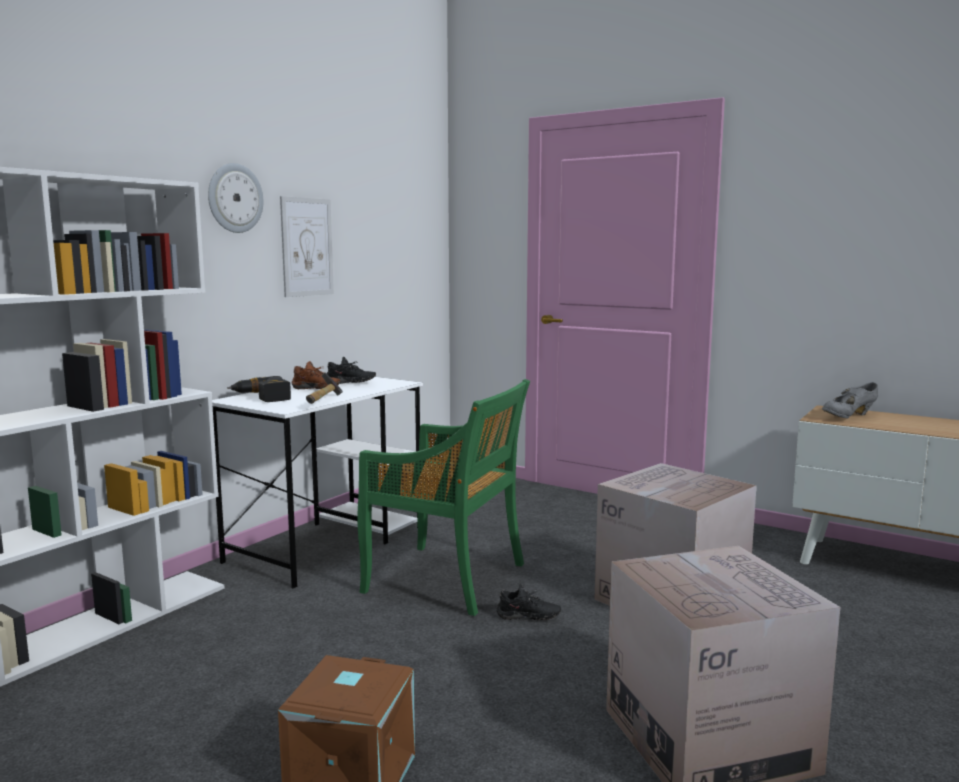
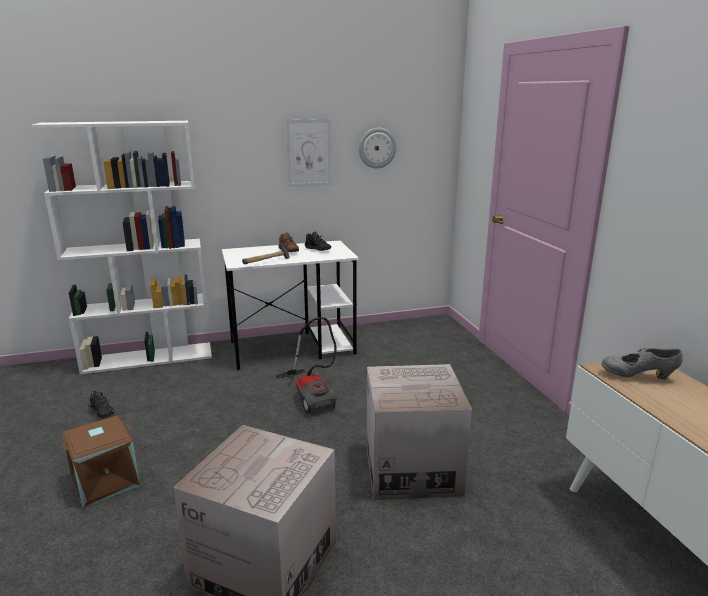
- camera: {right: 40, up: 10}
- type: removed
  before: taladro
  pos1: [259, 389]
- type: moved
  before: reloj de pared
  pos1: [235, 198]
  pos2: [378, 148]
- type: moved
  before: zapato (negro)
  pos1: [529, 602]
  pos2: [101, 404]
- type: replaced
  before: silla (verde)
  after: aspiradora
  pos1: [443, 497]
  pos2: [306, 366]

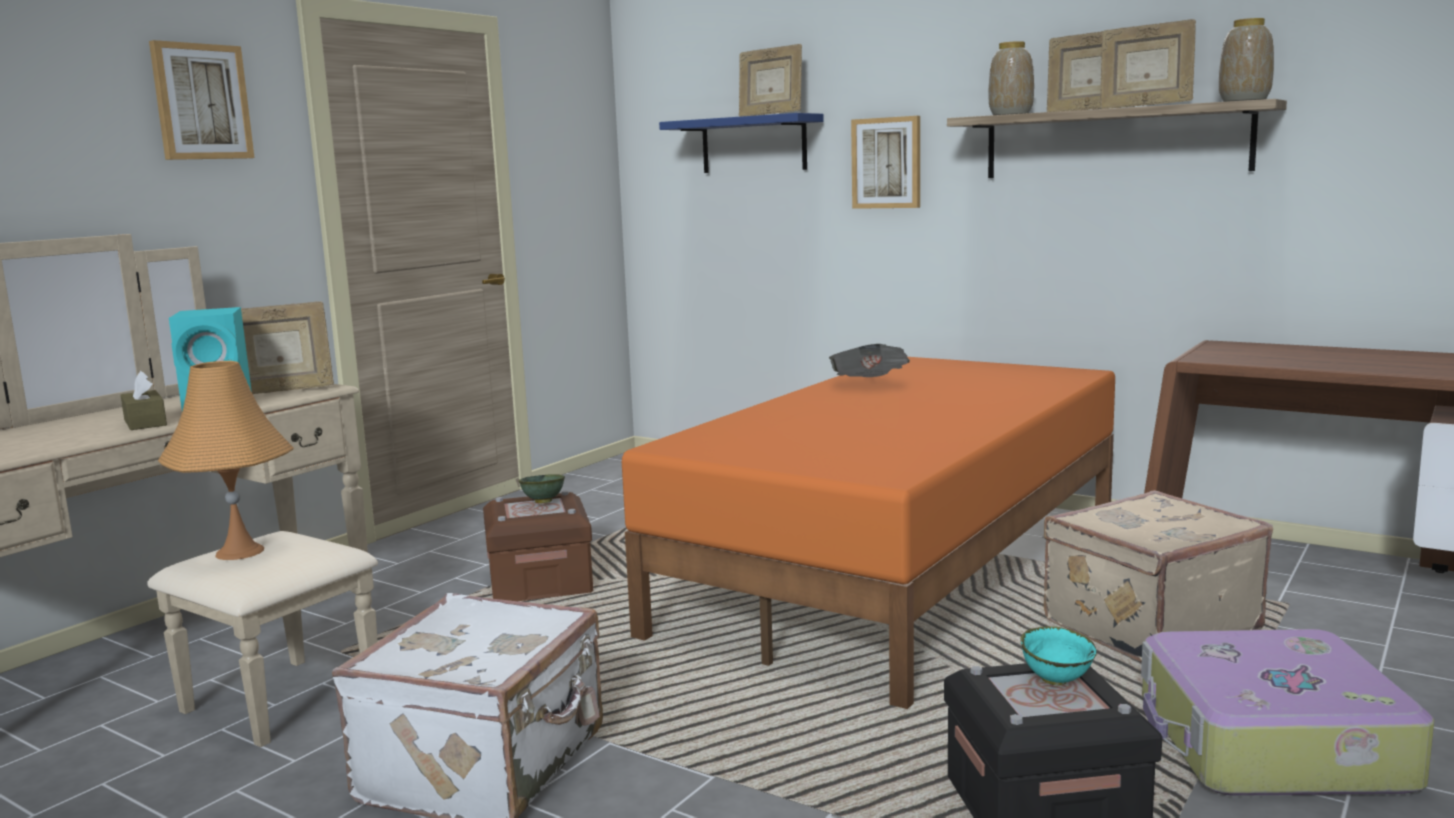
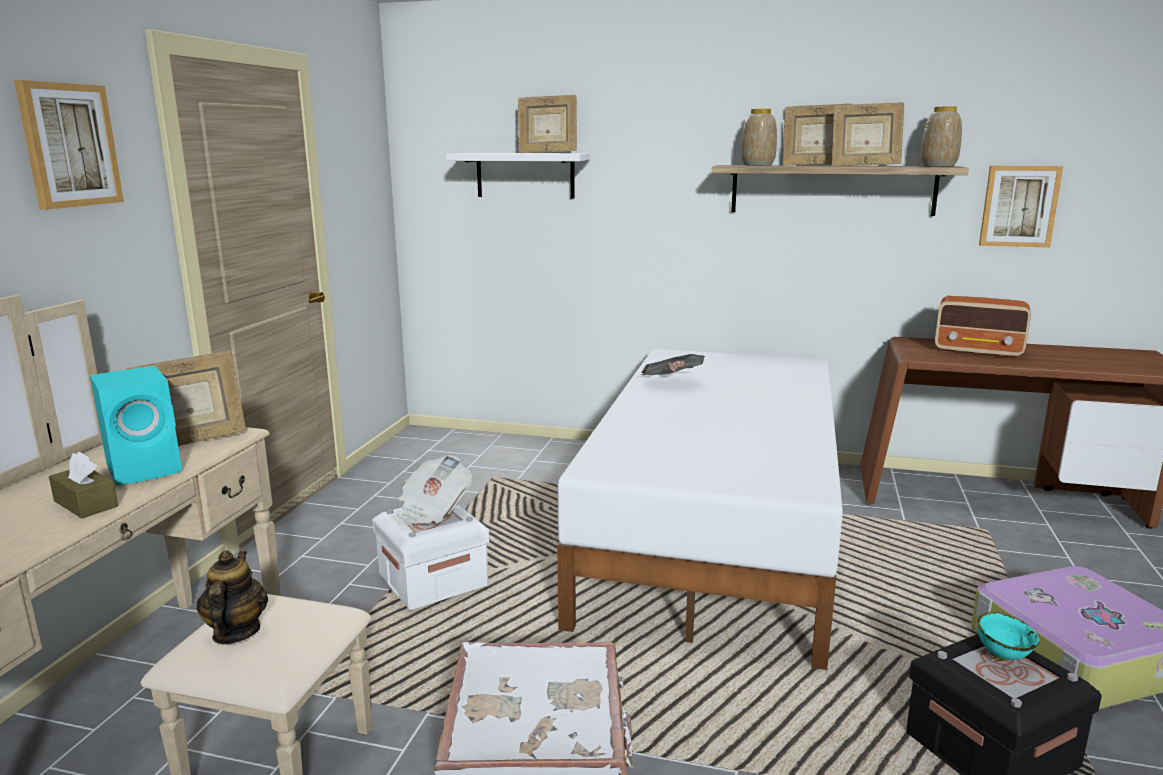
- camera: {right: -20, up: 5}
- type: removed
  before: maleta (beis)
  pos1: [1158, 576]
- type: added
  after: radio
  pos2: [983, 327]
- type: moved
  before: cuadro
  pos1: [885, 162]
  pos2: [1021, 207]
- type: replaced
  before: lámpara de mesa (naranja)
  after: tetera
  pos1: [226, 460]
  pos2: [232, 597]
- type: replaced
  before: cuenco (verde)
  after: periódico
  pos1: [541, 488]
  pos2: [434, 490]
- type: recoloured
  before: caja de almacenaje (marrón)
  after: caja de almacenaje (blanco)
  pos1: [538, 545]
  pos2: [431, 556]
- type: recoloured
  before: cama (naranja)
  after: cama (blanco)
  pos1: [868, 533]
  pos2: [700, 509]
- type: recoloured
  before: estante (azul)
  after: estante (blanco)
  pos1: [741, 143]
  pos2: [518, 175]

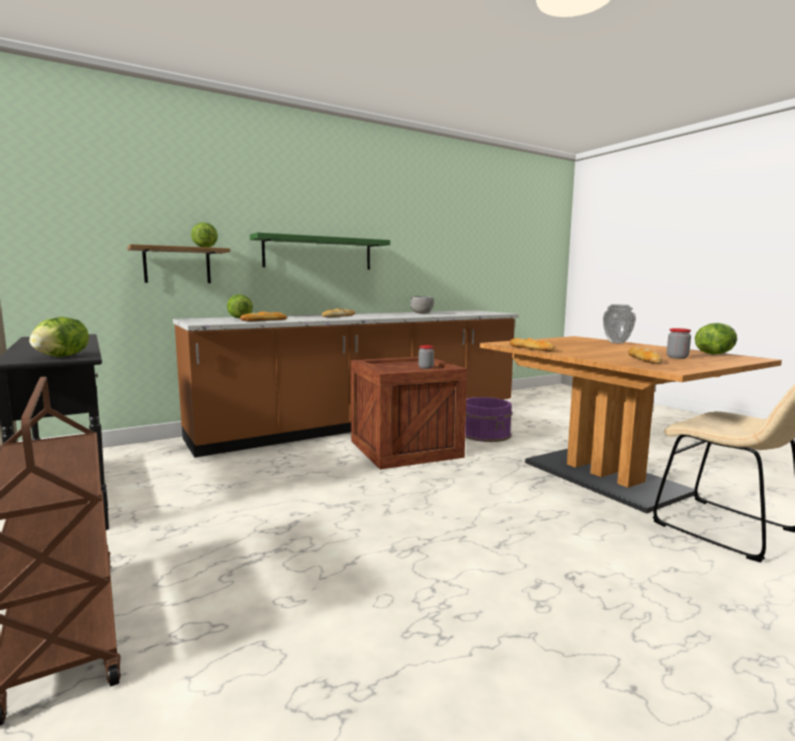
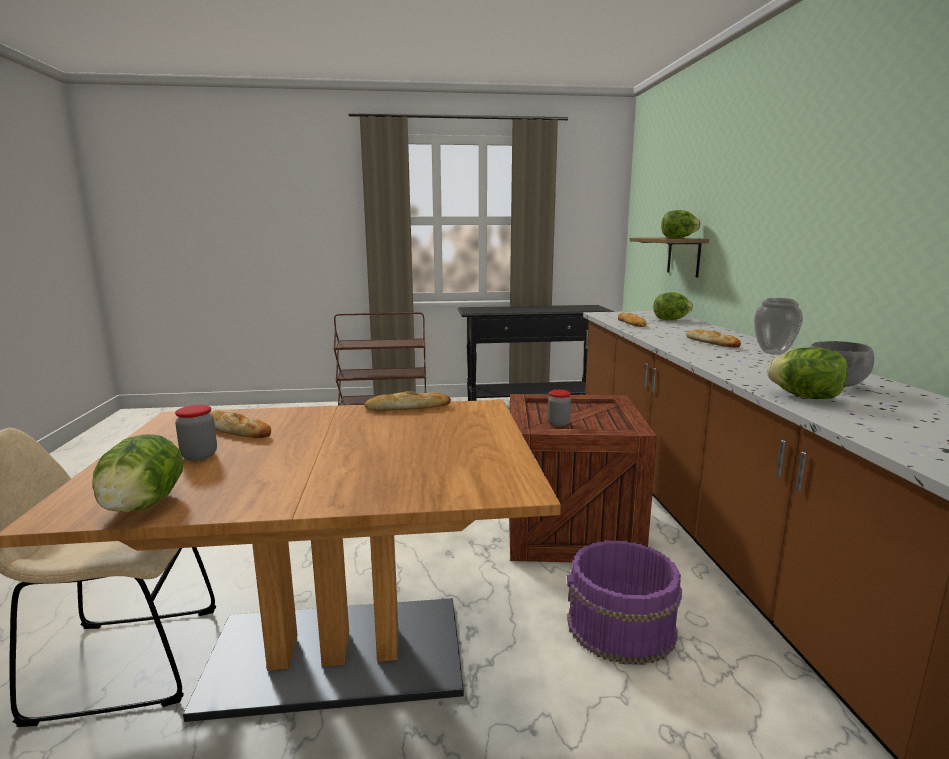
- camera: {right: 115, up: 5}
- type: removed
  before: estante (verde)
  pos1: [320, 251]
- type: moved
  before: lechuga
  pos1: [59, 337]
  pos2: [807, 373]
- type: moved
  before: florero
  pos1: [619, 324]
  pos2: [778, 326]

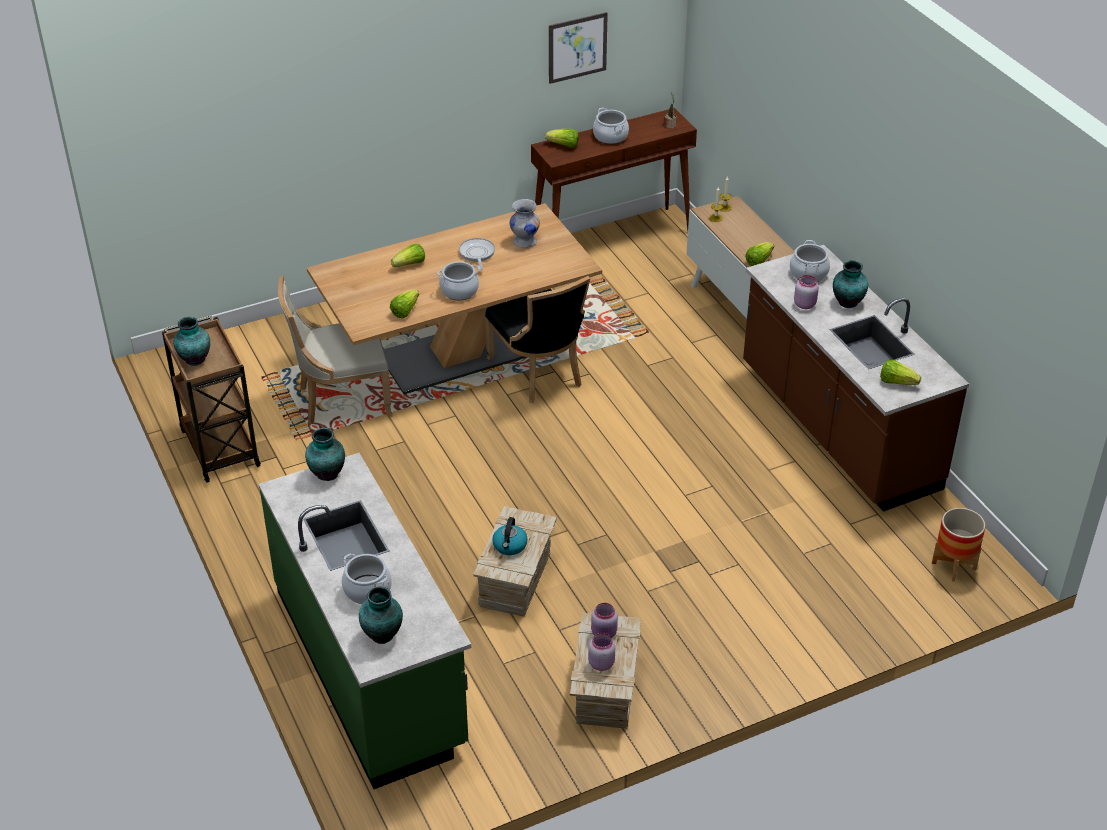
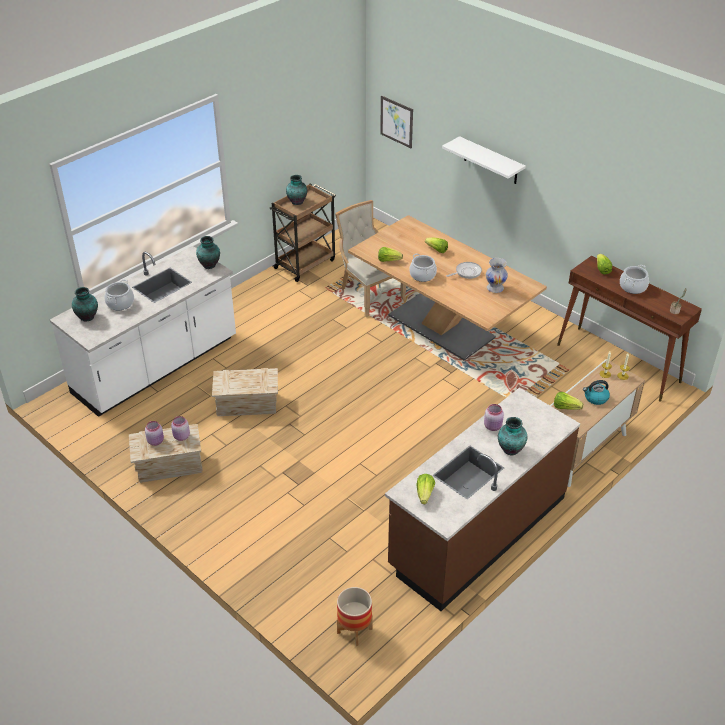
- camera: {right: 70, up: 0}
- type: removed
  before: silla (negro)
  pos1: [537, 339]
- type: removed
  before: olla
  pos1: [810, 261]
- type: added
  after: estante (blanco)
  pos2: [484, 160]
- type: moved
  before: hervidor
  pos1: [510, 536]
  pos2: [596, 392]
- type: moved
  before: cuadro
  pos1: [578, 48]
  pos2: [396, 122]
- type: recoloured
  before: mueble bajo de cocina (verde)
  after: mueble bajo de cocina (blanco)
  pos1: [365, 621]
  pos2: [143, 331]

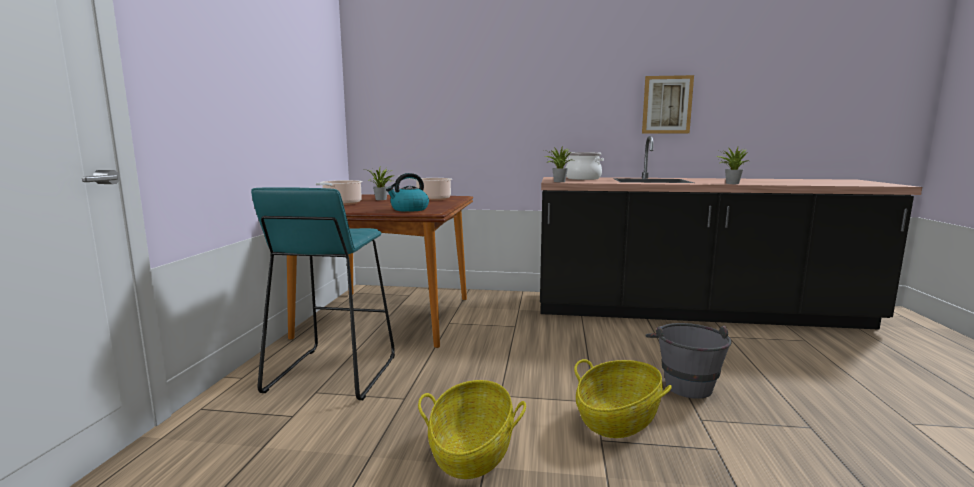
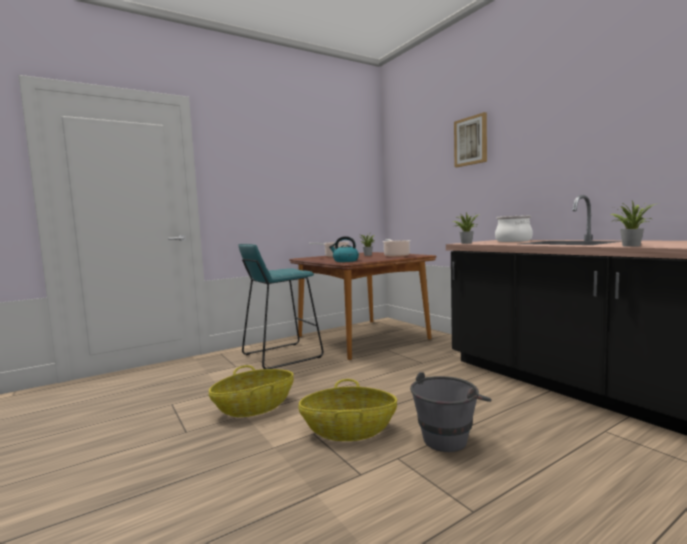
- camera: {right: 50, up: -5}
- type: moved
  before: cuadro
  pos1: [668, 104]
  pos2: [470, 139]

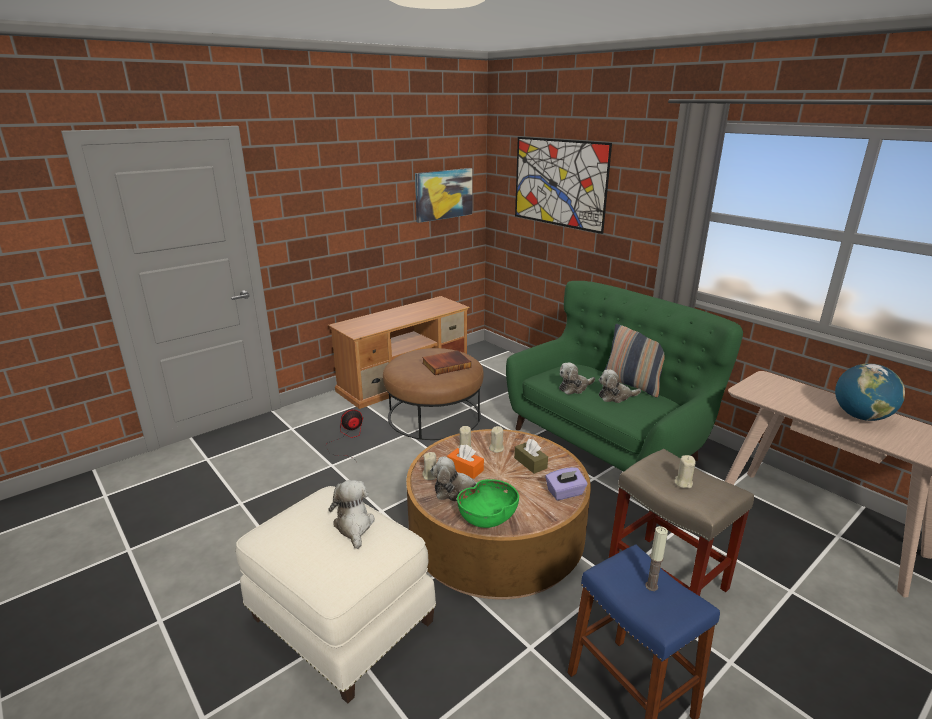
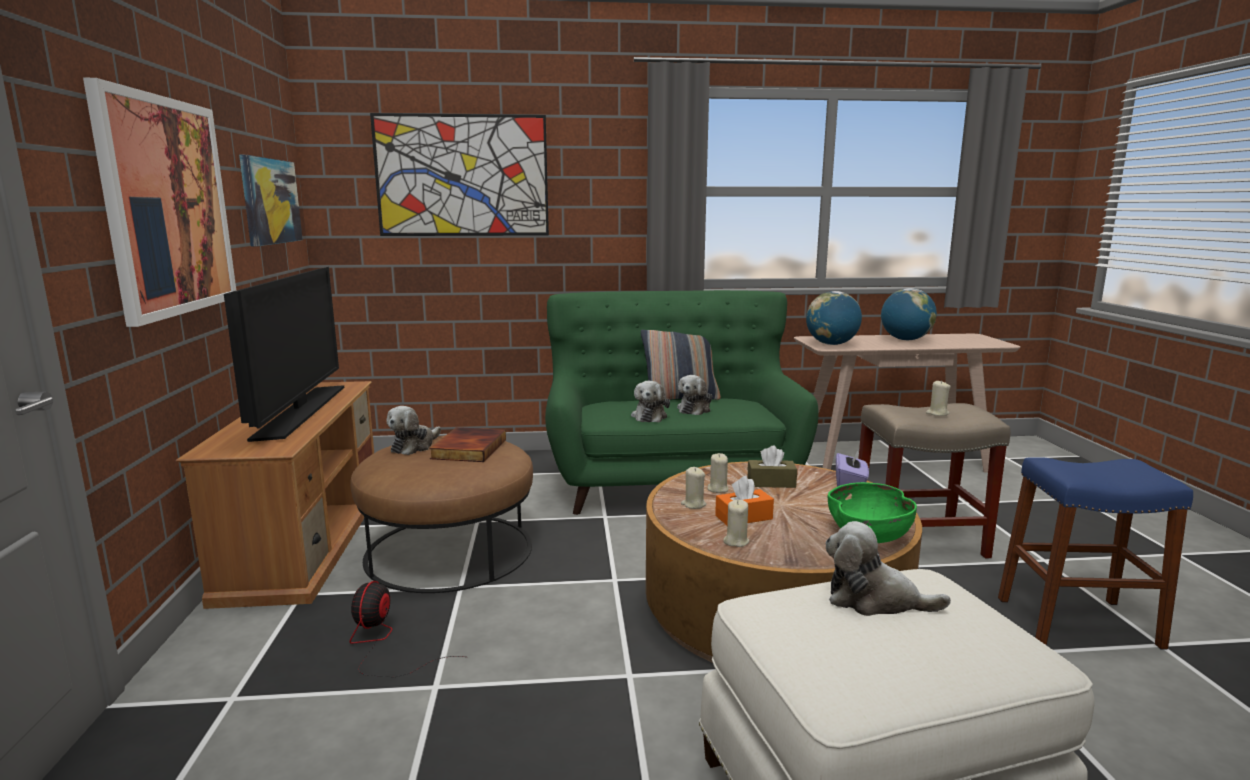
- camera: {right: -55, up: -10}
- type: removed
  before: vela
  pos1: [656, 558]
- type: added
  after: cuadro
  pos2: [159, 202]
- type: added
  after: televisor
  pos2: [284, 354]
- type: added
  after: globo terráqueo
  pos2: [834, 318]
- type: moved
  before: peluche
  pos1: [454, 478]
  pos2: [413, 430]

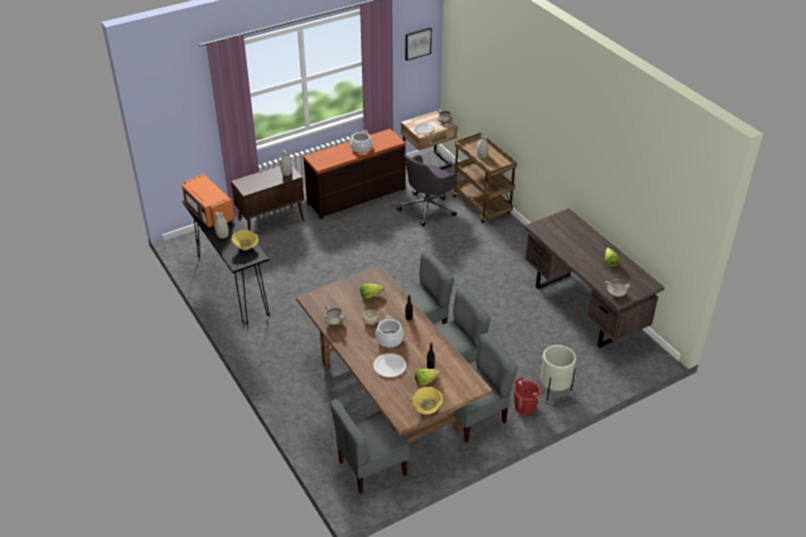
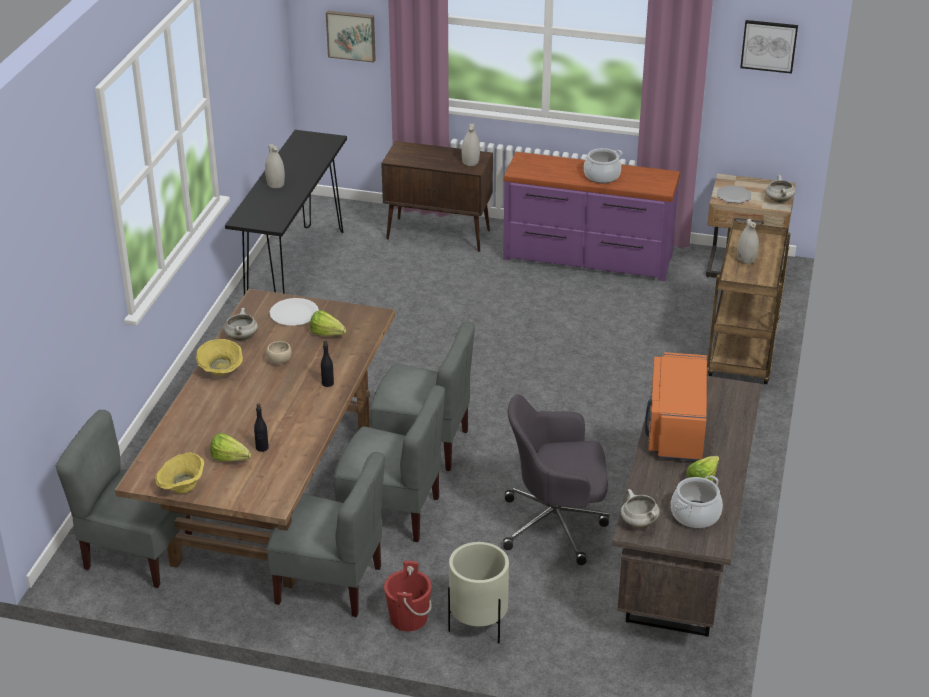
- camera: {right: 45, up: -5}
- type: added
  after: cuadro
  pos2: [351, 36]
- type: moved
  before: microondas (naranja)
  pos1: [208, 201]
  pos2: [676, 406]
- type: moved
  before: cuenco (amarillo)
  pos1: [245, 240]
  pos2: [219, 357]
- type: moved
  before: plato (blanco)
  pos1: [389, 365]
  pos2: [294, 312]
- type: moved
  before: olla
  pos1: [389, 332]
  pos2: [697, 502]
- type: moved
  before: silla de oficina (gris)
  pos1: [426, 190]
  pos2: [556, 479]
- type: recoloured
  before: cómoda (marrón)
  after: cómoda (morado)
  pos1: [354, 174]
  pos2: [591, 216]

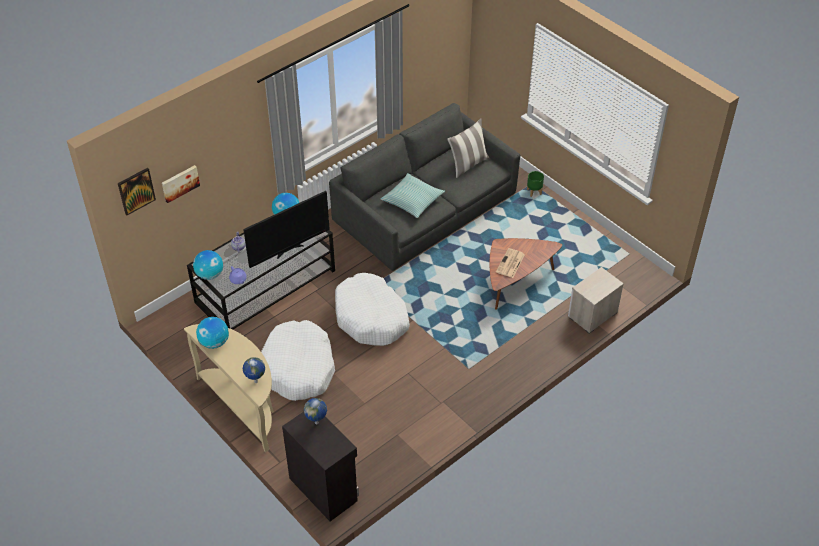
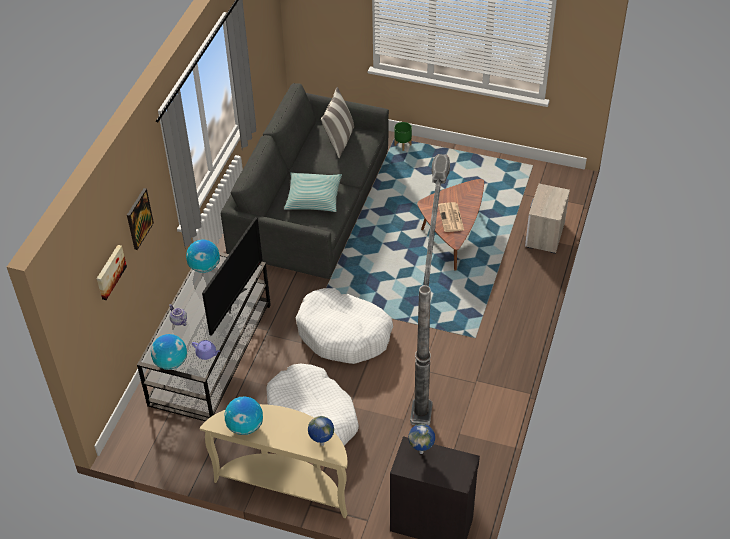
- camera: {right: -30, up: 0}
- type: added
  after: lámpara de pie
  pos2: [430, 290]
- type: moved
  before: cuadro
  pos1: [137, 191]
  pos2: [140, 219]

